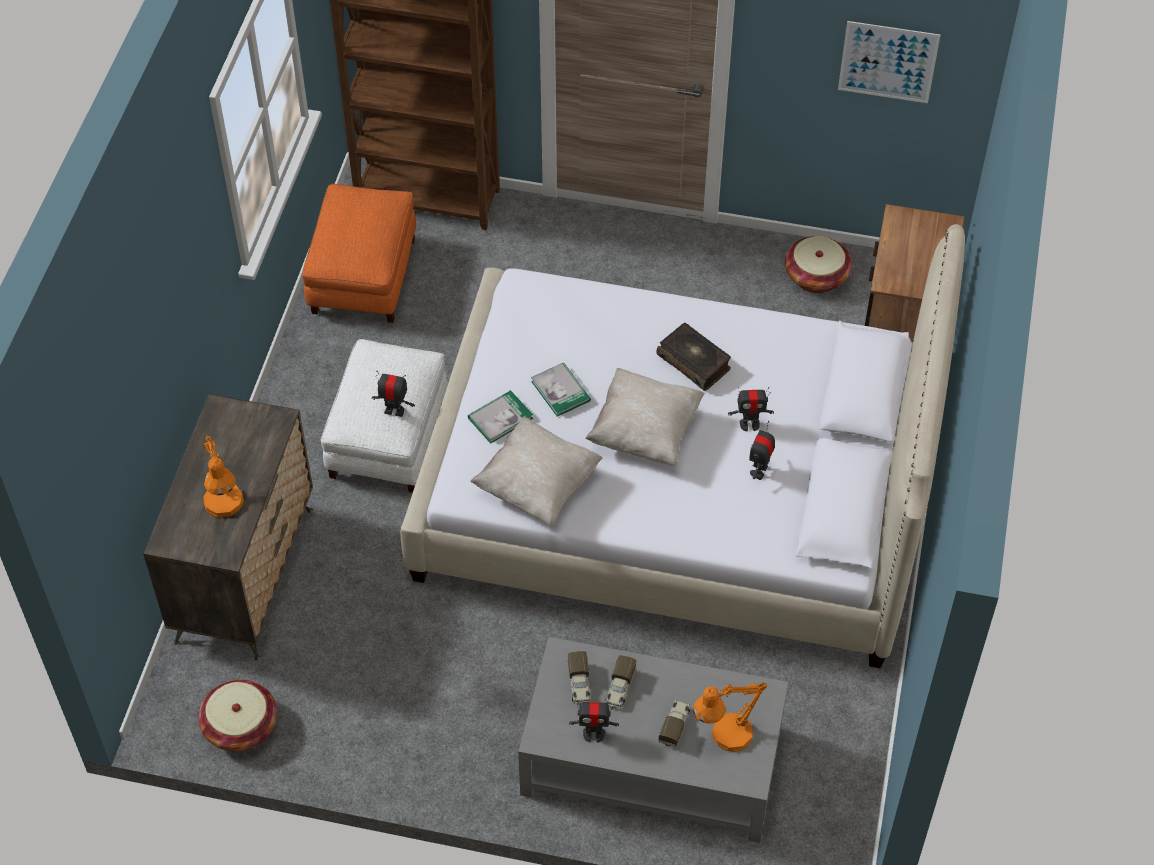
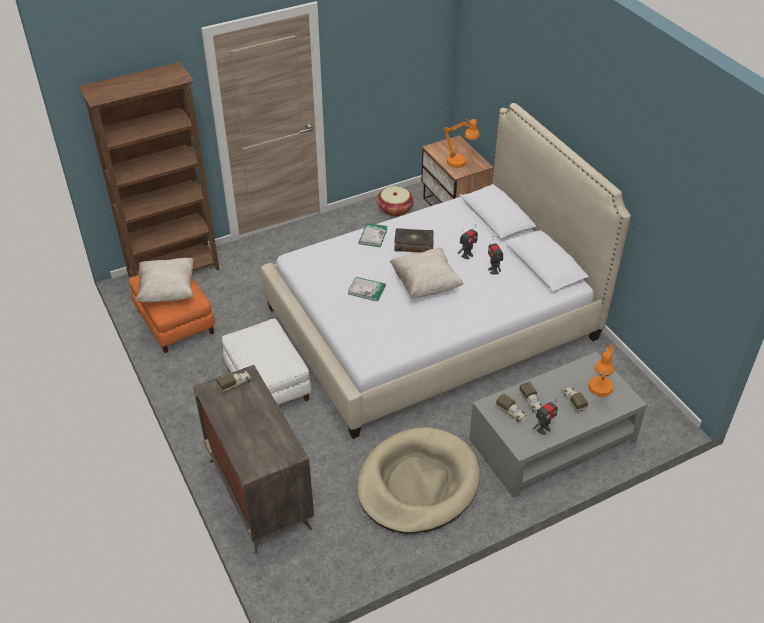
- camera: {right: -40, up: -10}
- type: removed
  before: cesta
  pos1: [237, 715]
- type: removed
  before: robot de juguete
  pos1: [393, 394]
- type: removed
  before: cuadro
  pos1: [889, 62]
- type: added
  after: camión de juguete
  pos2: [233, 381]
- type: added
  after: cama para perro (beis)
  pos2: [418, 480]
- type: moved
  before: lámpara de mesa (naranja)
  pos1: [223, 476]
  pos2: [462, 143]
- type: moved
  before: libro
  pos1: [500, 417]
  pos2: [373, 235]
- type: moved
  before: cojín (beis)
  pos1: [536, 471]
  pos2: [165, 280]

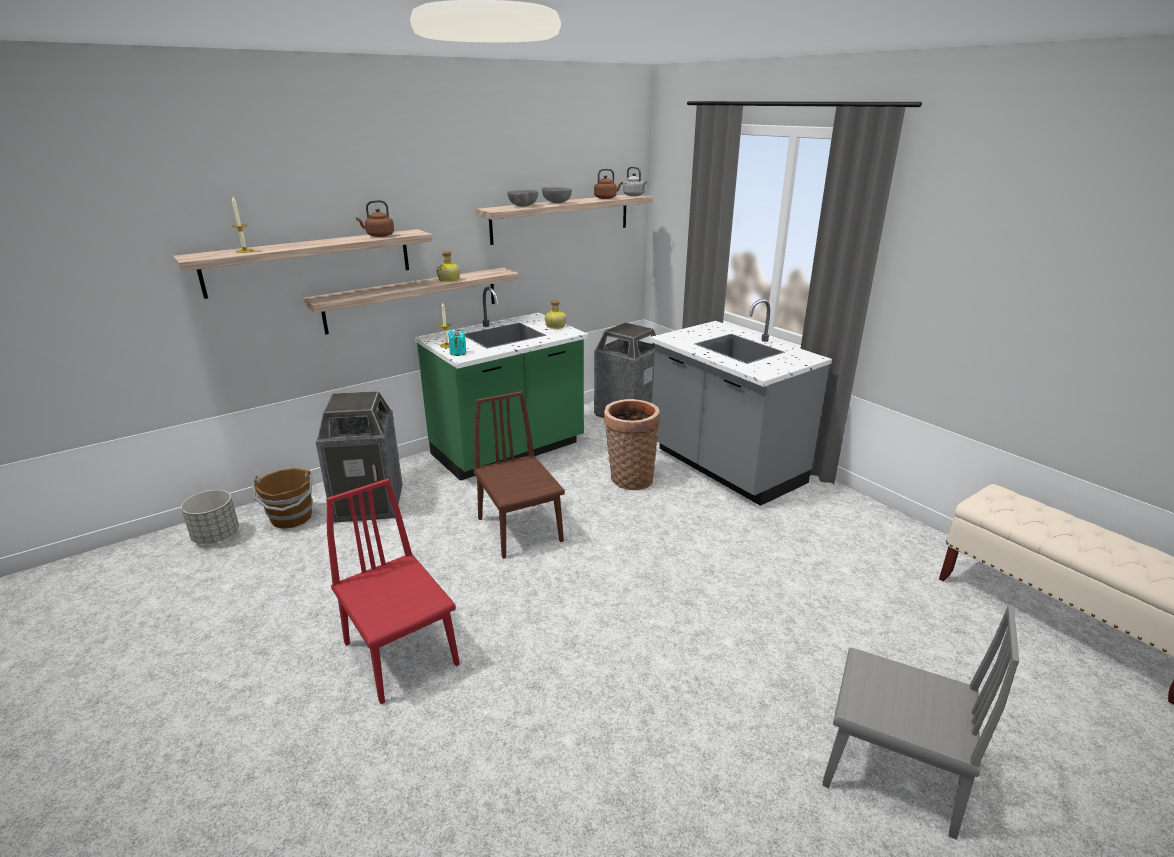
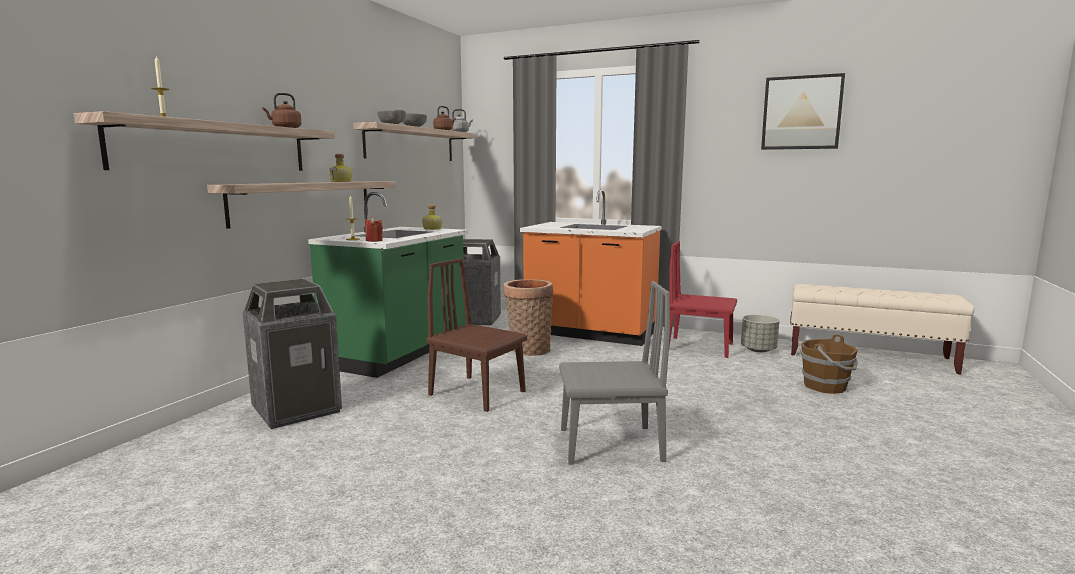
- camera: {right: -30, up: -15}
- type: added
  after: cuadro
  pos2: [803, 111]
- type: moved
  before: maceta (gris)
  pos1: [210, 517]
  pos2: [760, 333]
- type: moved
  before: cubo (marrón)
  pos1: [283, 498]
  pos2: [829, 364]
- type: moved
  before: silla (rojo)
  pos1: [393, 591]
  pos2: [703, 299]
- type: moved
  before: silla (gris)
  pos1: [920, 722]
  pos2: [614, 373]
- type: recoloured
  before: vela (turquesa)
  after: vela (rojo)
  pos1: [457, 343]
  pos2: [374, 229]
- type: recoloured
  before: mueble bajo de cocina (gris)
  after: mueble bajo de cocina (naranja)
  pos1: [741, 402]
  pos2: [591, 267]

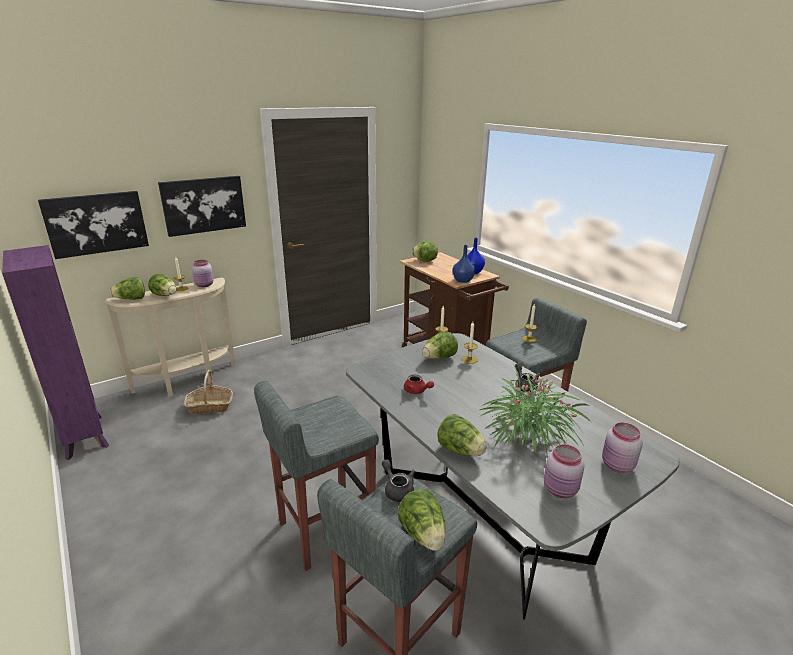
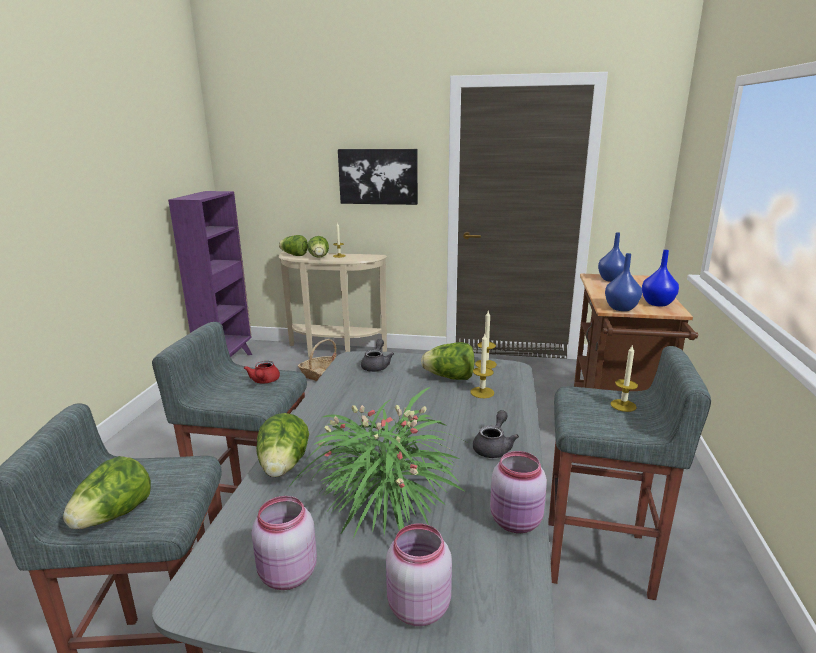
- camera: {right: 45, up: -5}
- type: removed
  before: cuadro
  pos1: [93, 225]
- type: moved
  before: tarro (rosa)
  pos1: [202, 273]
  pos2: [518, 492]
- type: moved
  before: tetera (gris)
  pos1: [398, 480]
  pos2: [377, 355]
- type: moved
  before: tetera (rojo)
  pos1: [419, 384]
  pos2: [262, 372]
- type: replaced
  before: lechuga
  after: florero (azul)
  pos1: [425, 251]
  pos2: [611, 257]

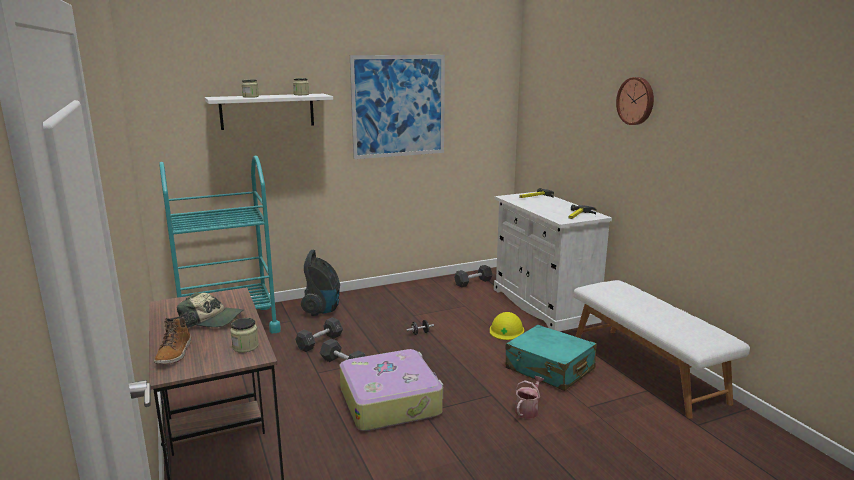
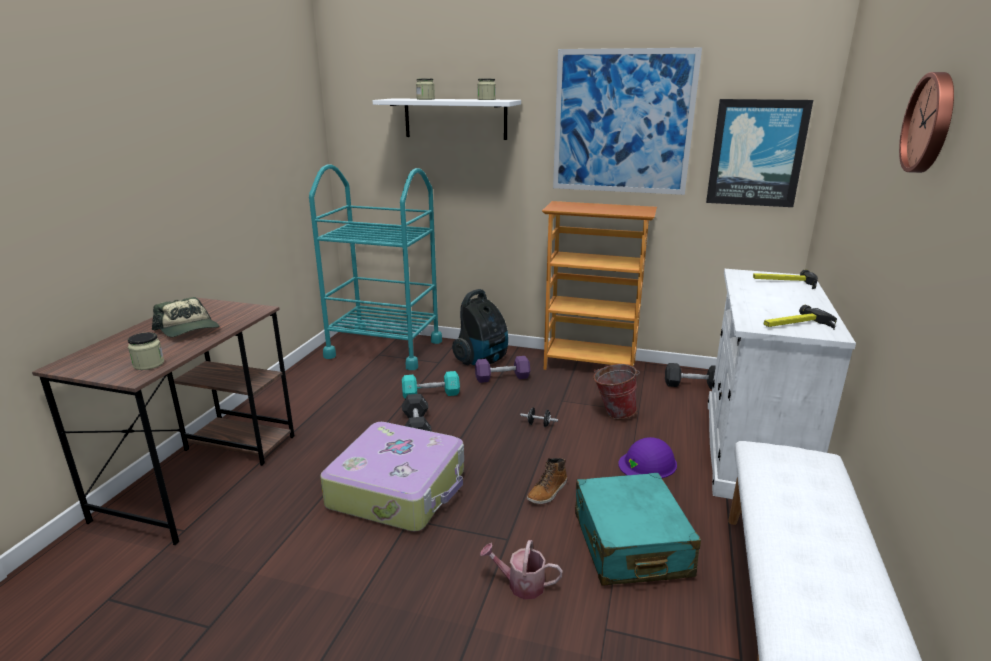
- camera: {right: 40, up: 5}
- type: added
  after: mancuerna (morado)
  pos2: [502, 369]
- type: added
  after: estantería
  pos2: [599, 285]
- type: added
  after: cubo
  pos2: [616, 391]
- type: added
  after: cuadro
  pos2: [759, 153]
- type: moved
  before: bota
  pos1: [172, 340]
  pos2: [547, 481]
- type: recoloured
  before: mancuerna (negro)
  after: mancuerna (turquesa)
  pos1: [319, 334]
  pos2: [431, 384]
- type: recoloured
  before: casco (amarillo)
  after: casco (morado)
  pos1: [507, 326]
  pos2: [647, 457]
- type: turned
  before: regadera
  pos1: [529, 397]
  pos2: [521, 569]
  turn: -150

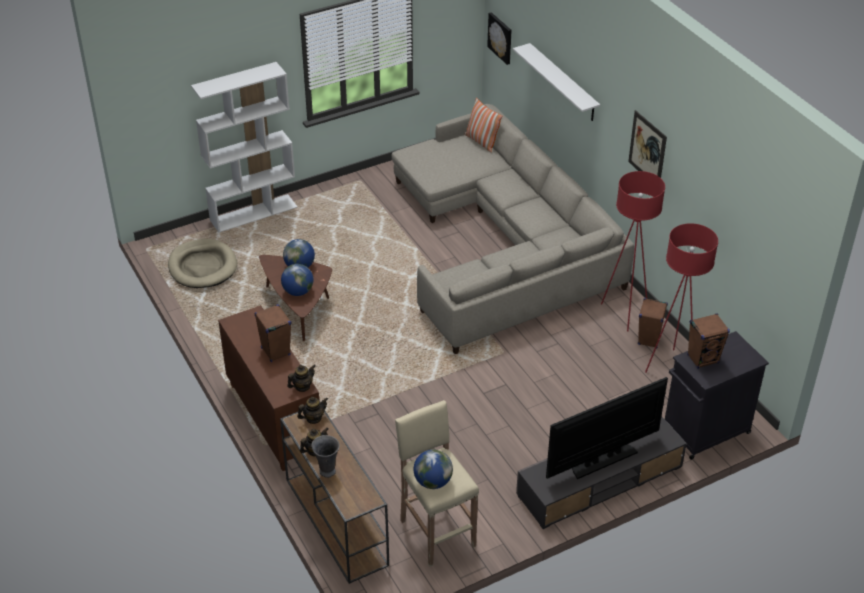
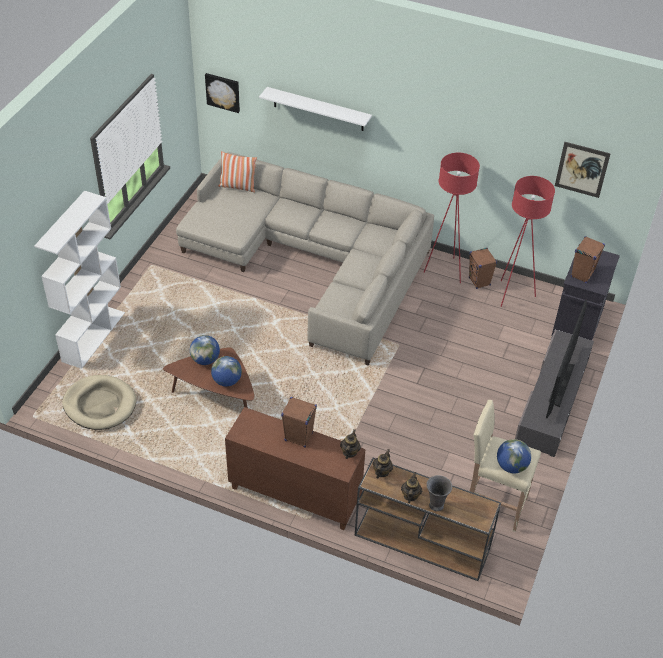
- camera: {right: -40, up: 5}
- type: moved
  before: cuadro
  pos1: [647, 144]
  pos2: [582, 170]

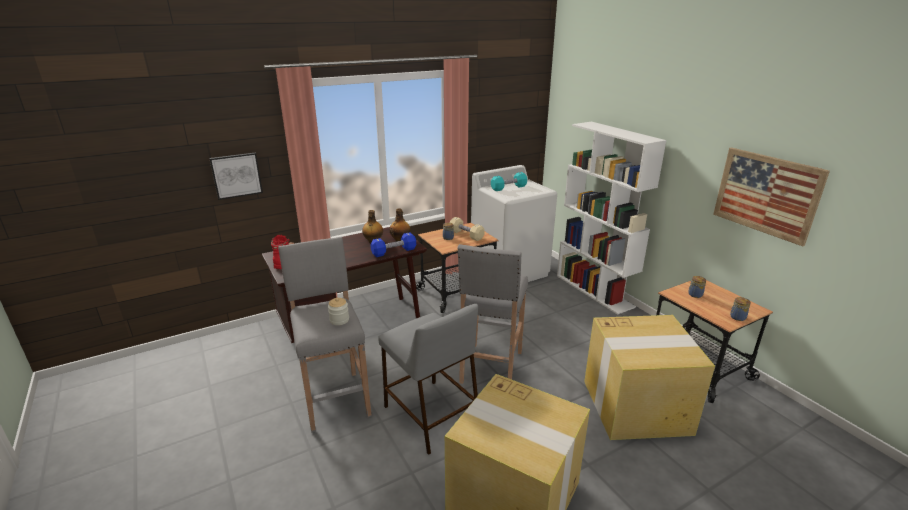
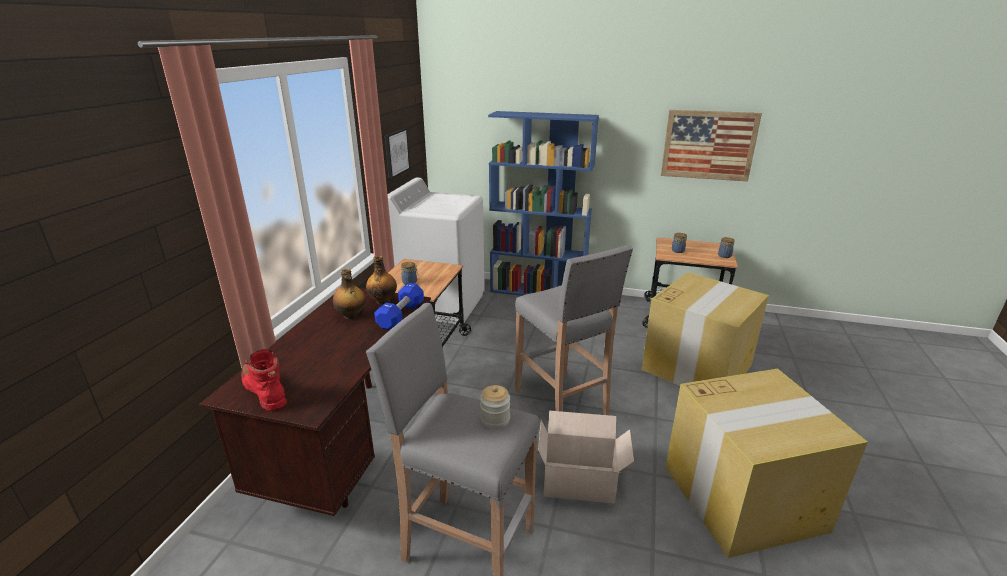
- camera: {right: -45, up: 0}
- type: removed
  before: mancuerna (beis)
  pos1: [467, 229]
- type: removed
  before: mancuerna (turquesa)
  pos1: [509, 181]
- type: moved
  before: cuadro
  pos1: [236, 176]
  pos2: [397, 153]
- type: replaced
  before: taburete (gris)
  after: caja de cartón
  pos1: [428, 379]
  pos2: [586, 457]
- type: recoloured
  before: estantería (blanco)
  after: estantería (azul)
  pos1: [612, 218]
  pos2: [543, 203]

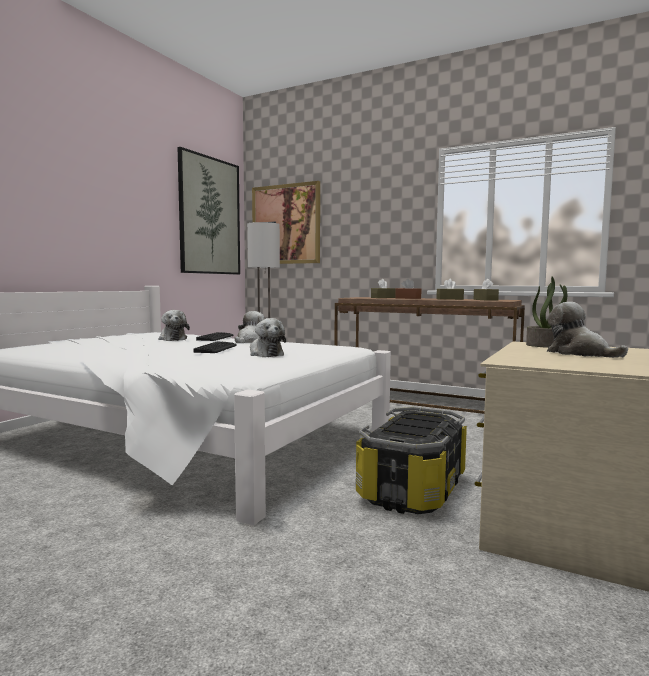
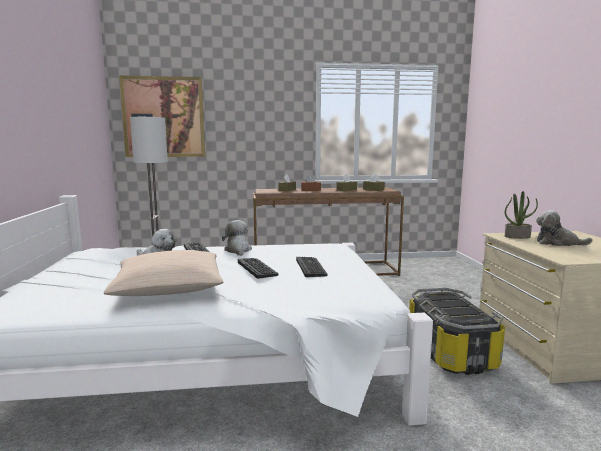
- camera: {right: -35, up: 5}
- type: removed
  before: cuadro
  pos1: [208, 211]
- type: added
  after: cojín (beis)
  pos2: [163, 273]
- type: replaced
  before: peluche
  after: teclado
  pos1: [268, 337]
  pos2: [311, 267]

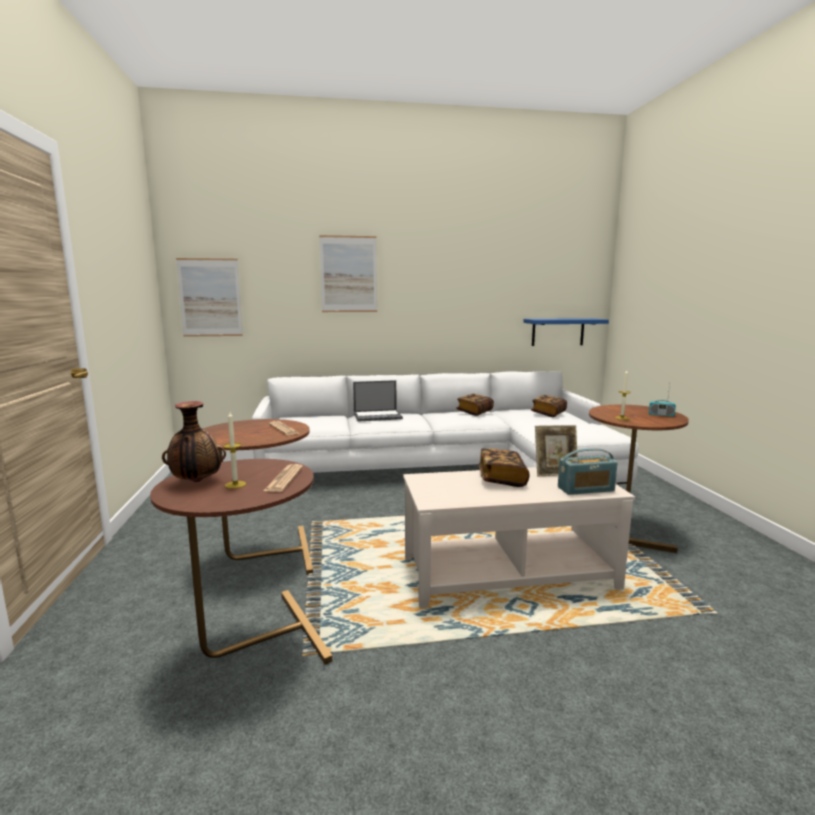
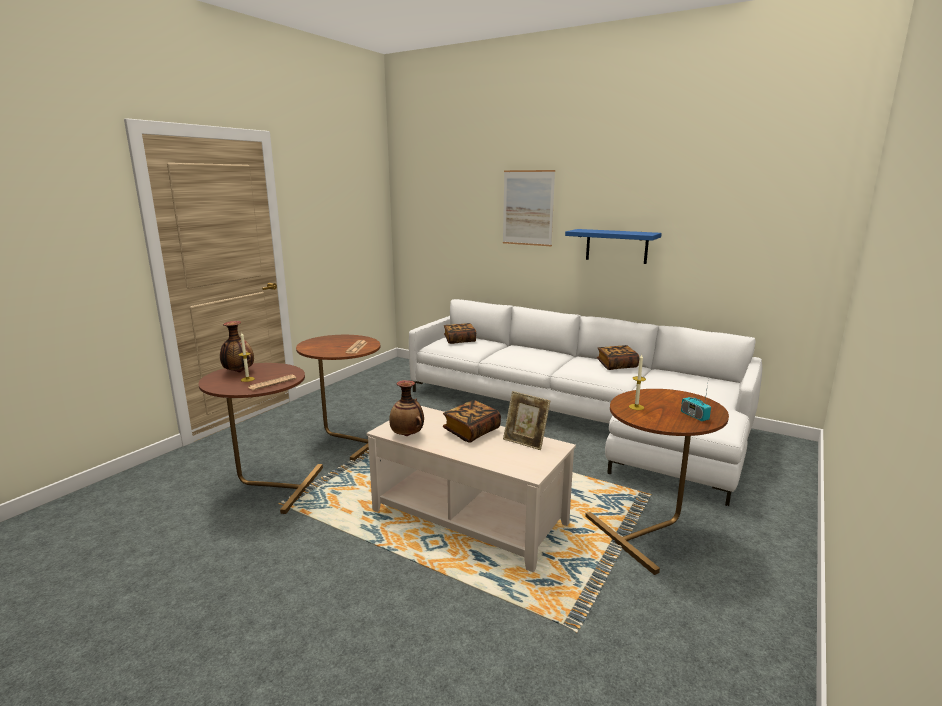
- camera: {right: 40, up: 5}
- type: removed
  before: cuadro
  pos1: [209, 297]
- type: removed
  before: portátil
  pos1: [378, 401]
- type: removed
  before: radio
  pos1: [588, 471]
- type: added
  after: florero
  pos2: [406, 408]
- type: moved
  before: estante (azul)
  pos1: [566, 332]
  pos2: [613, 246]
- type: moved
  before: libro
  pos1: [549, 406]
  pos2: [460, 333]

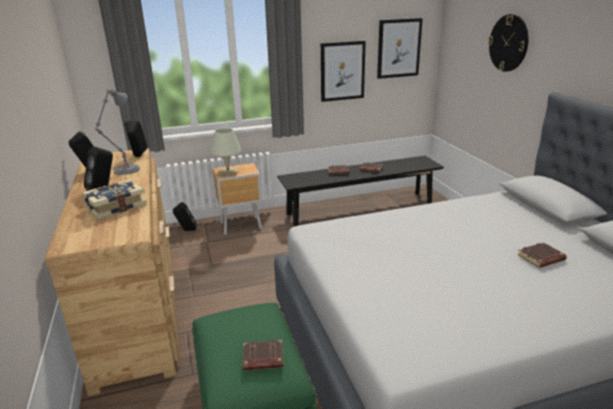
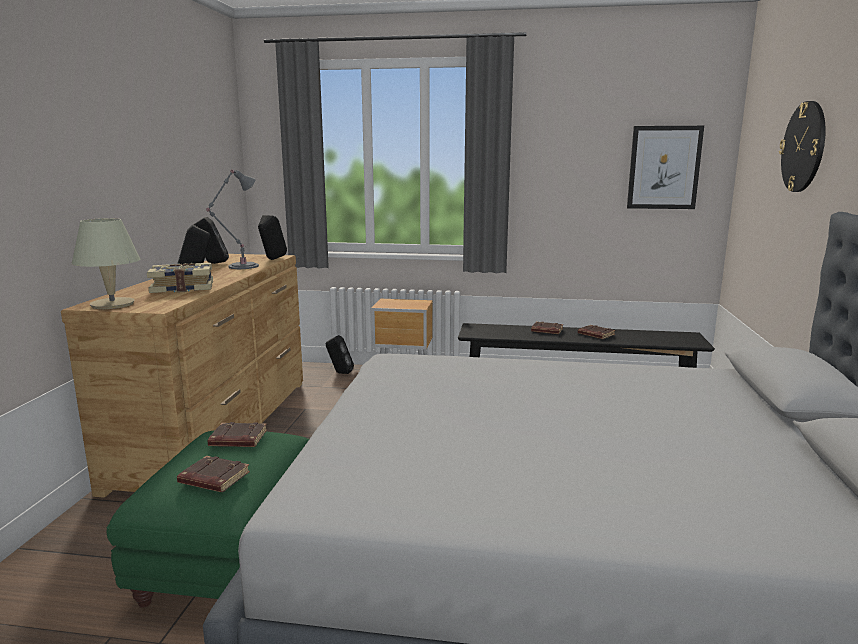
- camera: {right: 25, up: -10}
- type: removed
  before: cuadro
  pos1: [343, 71]
- type: moved
  before: lámpara de mesa (beis)
  pos1: [226, 152]
  pos2: [106, 263]
- type: moved
  before: libro (marrón)
  pos1: [542, 255]
  pos2: [237, 434]

